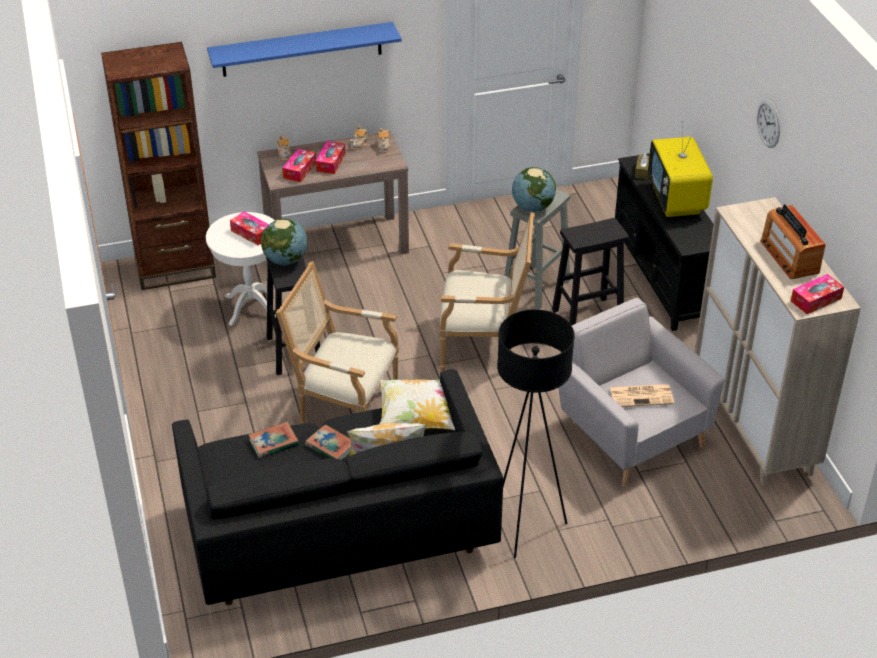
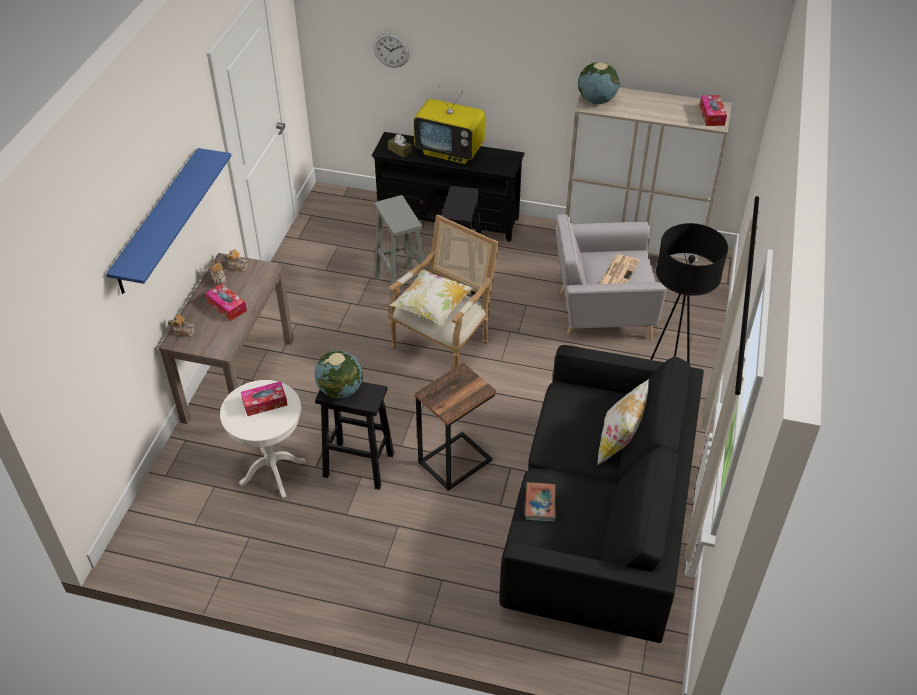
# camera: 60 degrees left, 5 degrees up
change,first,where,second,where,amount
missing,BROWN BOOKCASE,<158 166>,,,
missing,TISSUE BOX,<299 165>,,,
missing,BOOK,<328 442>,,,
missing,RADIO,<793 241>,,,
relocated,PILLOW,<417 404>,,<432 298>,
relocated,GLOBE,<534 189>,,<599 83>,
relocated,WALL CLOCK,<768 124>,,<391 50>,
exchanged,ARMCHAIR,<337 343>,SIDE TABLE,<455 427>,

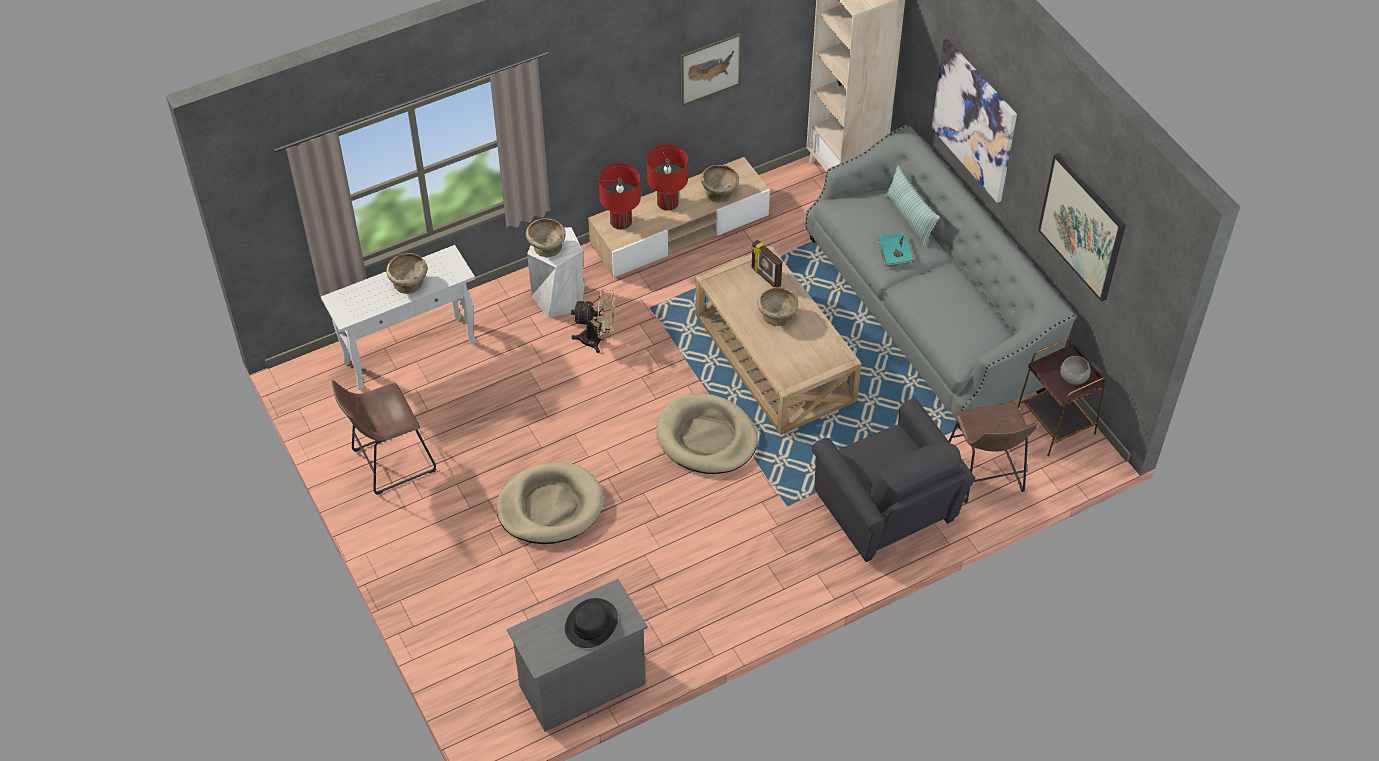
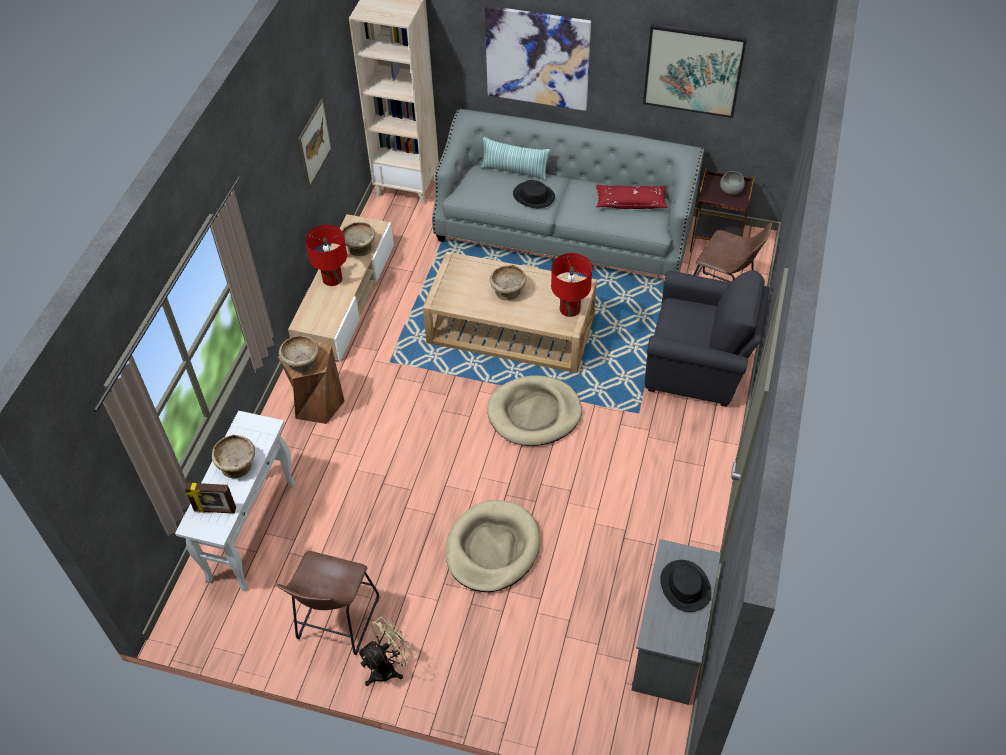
# camera: 45 degrees left, 0 degrees up
change,first,where,second,where,amount
appeared,,,RED PILLOW,<632 196>,
relocated,BEIGE FAN,<593 321>,,<386 650>,
relocated,RED TABLE LAMP,<620 196>,,<571 285>,
relocated,PICTURE FRAME,<766 263>,,<210 498>,
exchanged,TURQUOISE BOOK,<896 250>,BLACK HAT,<534 194>,
colour,WHITE STOOL,<556 272>,BROWN STOOL,<311 382>,

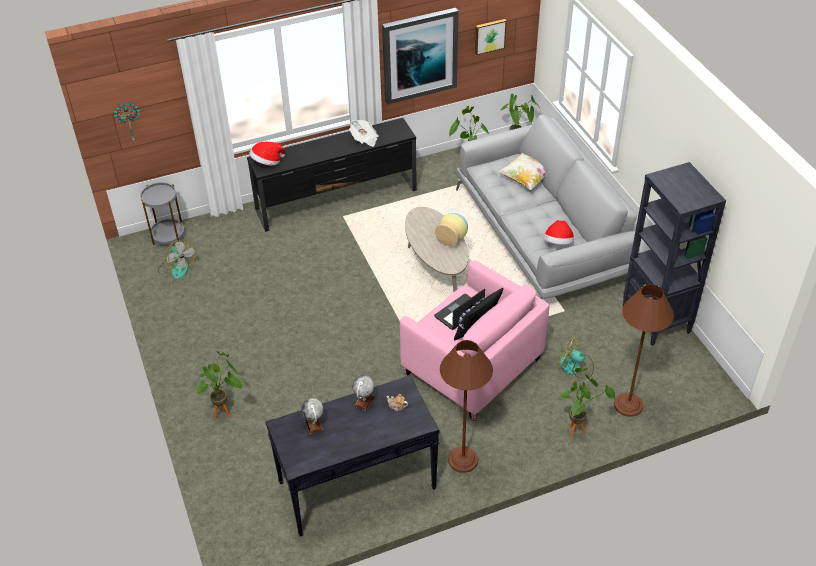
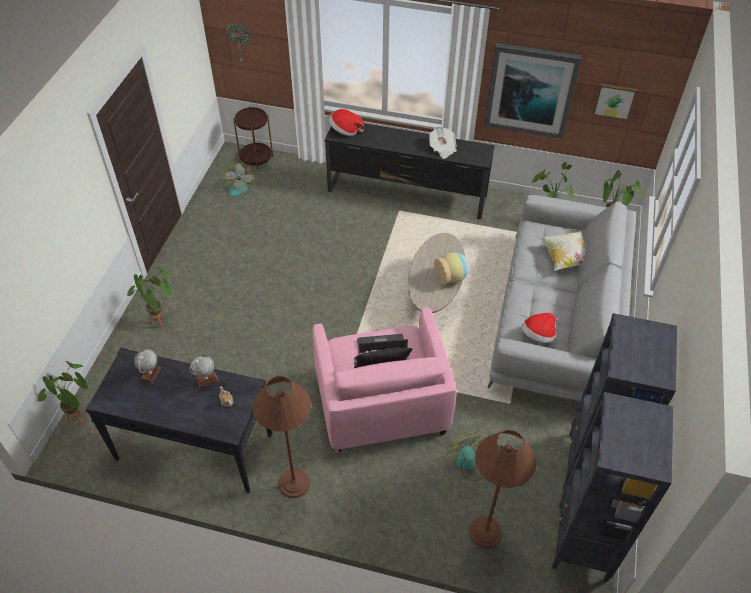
# camera: 35 degrees right, 5 degrees up
change,first,where,second,where,amount
appeared,,,BLACK BOOKCASE,<612 487>,
relocated,POTTED PLANT,<587 403>,,<63 393>,
colour,GREY SIDE TABLE,<162 213>,BROWN SIDE TABLE,<253 137>,

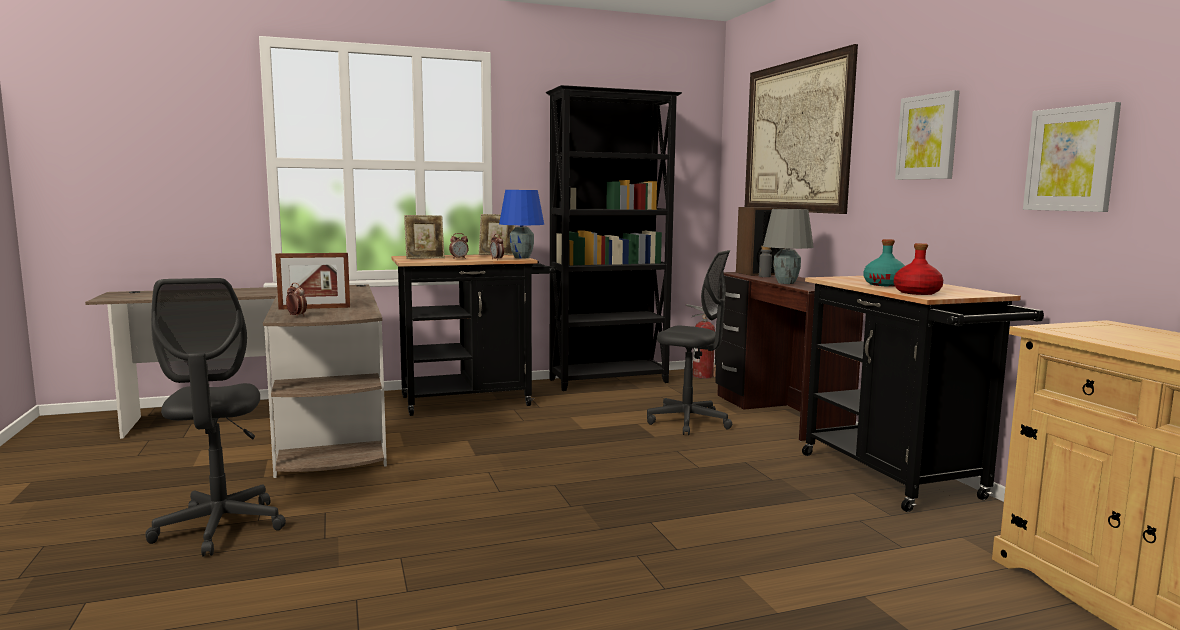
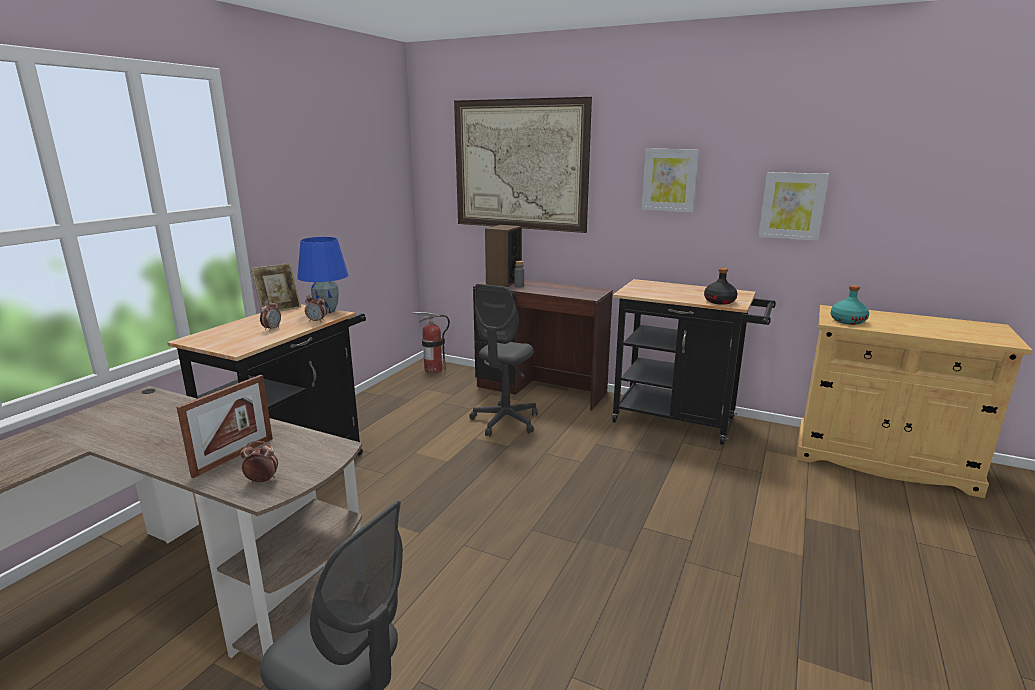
# camera: 45 degrees left, 10 degrees up
change,first,where,second,where,amount
missing,PICTURE FRAME,<424 237>,,,
missing,BLACK BOOKCASE,<614 238>,,,
missing,GREY TABLE LAMP,<788 246>,,,
relocated,TURQUOISE BOTTLE,<884 263>,,<850 305>,
colour,RED BOTTLE,<918 269>,BLACK BOTTLE,<721 286>,
spun,GREY OFFICE CHAIR,<689 342>,,<503 360>,135 degrees clockwise

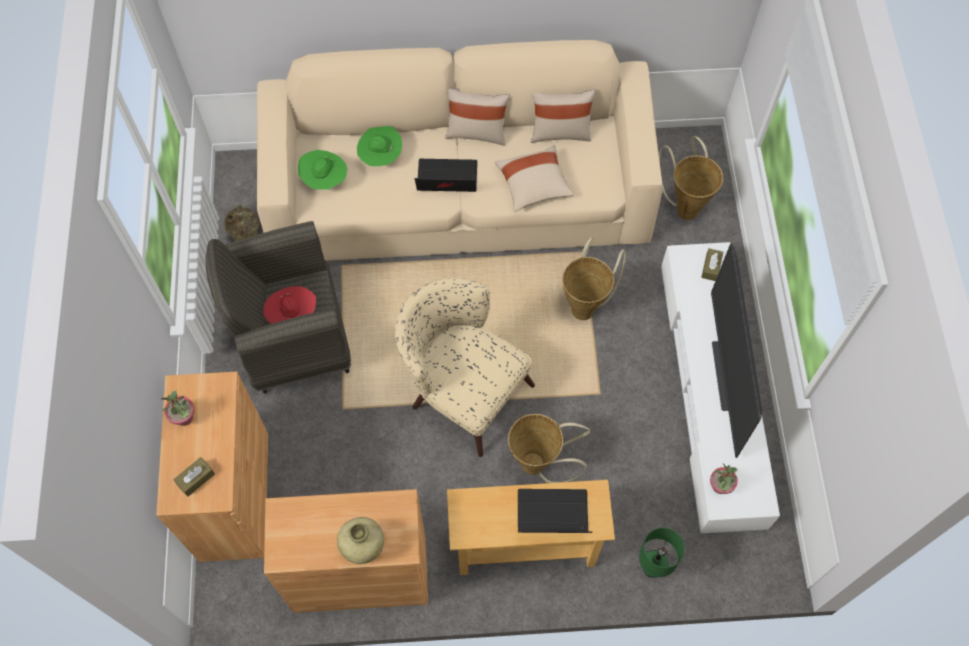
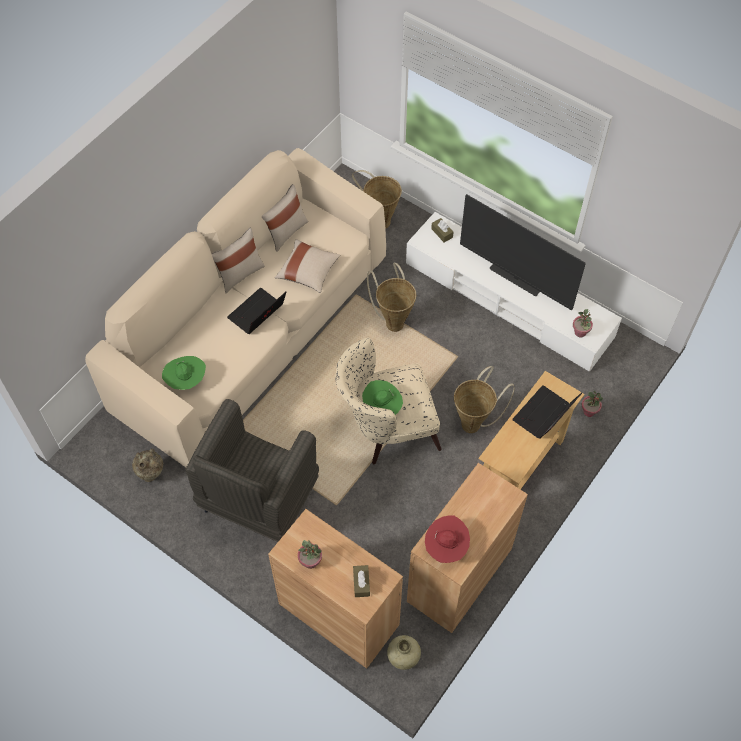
# camera: 50 degrees left, 5 degrees down
change,first,where,second,where,amount
relocated,RED HAT,<289 305>,,<447 539>,
relocated,BEIGE VASE,<360 540>,,<404 652>,
relocated,GREEN HAT,<379 146>,,<382 397>,
exchanged,GREEN TABLE LAMP,<662 553>,POTTED PLANT,<592 404>,

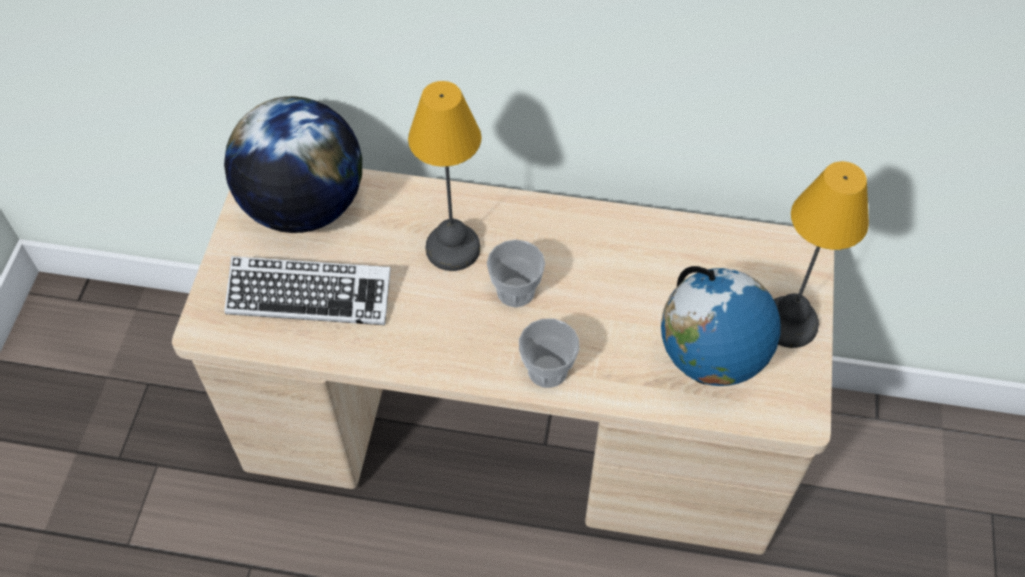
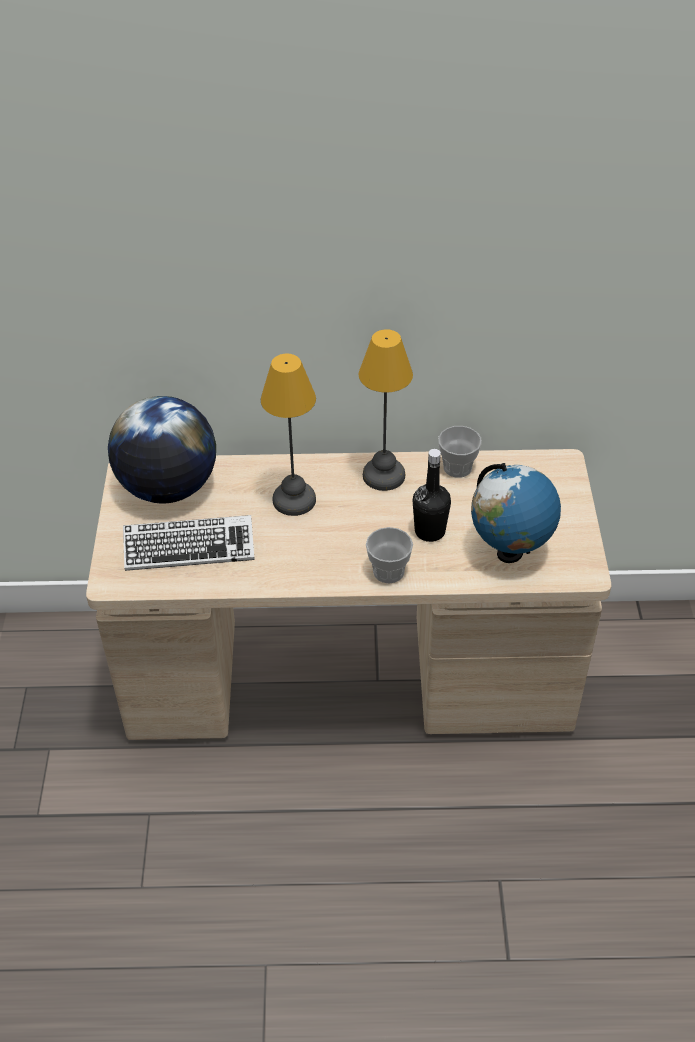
# camera: 10 degrees left, 10 degrees down
change,first,where,second,where,amount
appeared,,,BLACK BOTTLE,<432 495>,
relocated,CUP,<516 273>,,<460 452>,
relocated,TABLE LAMP,<821 254>,,<386 410>,

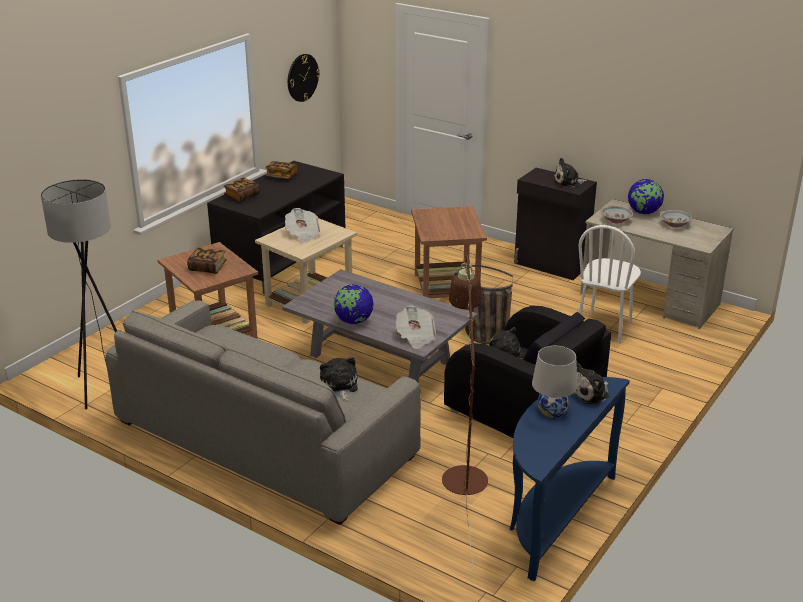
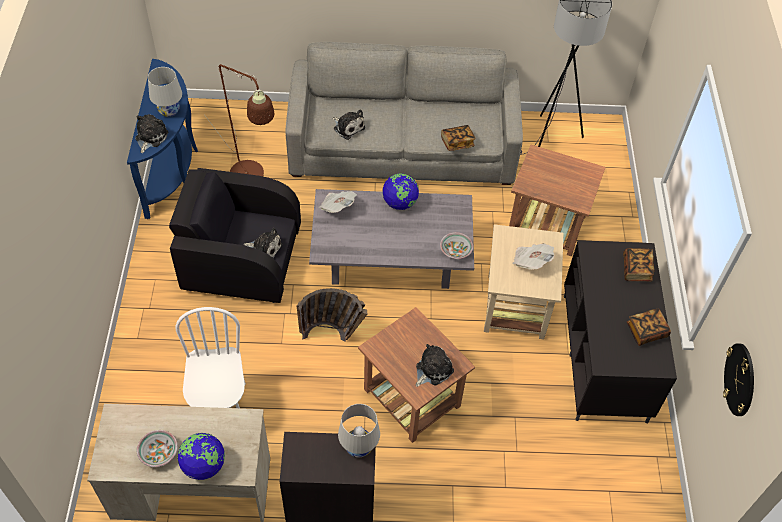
# camera: 145 degrees right, 25 degrees up
change,first,where,second,where,amount
appeared,,,WHITE TABLE LAMP,<359 430>,
relocated,BOOK,<207 260>,,<458 138>,
relocated,PLUSH TOY,<570 172>,,<435 365>,
relocated,BOWL,<617 215>,,<456 245>,

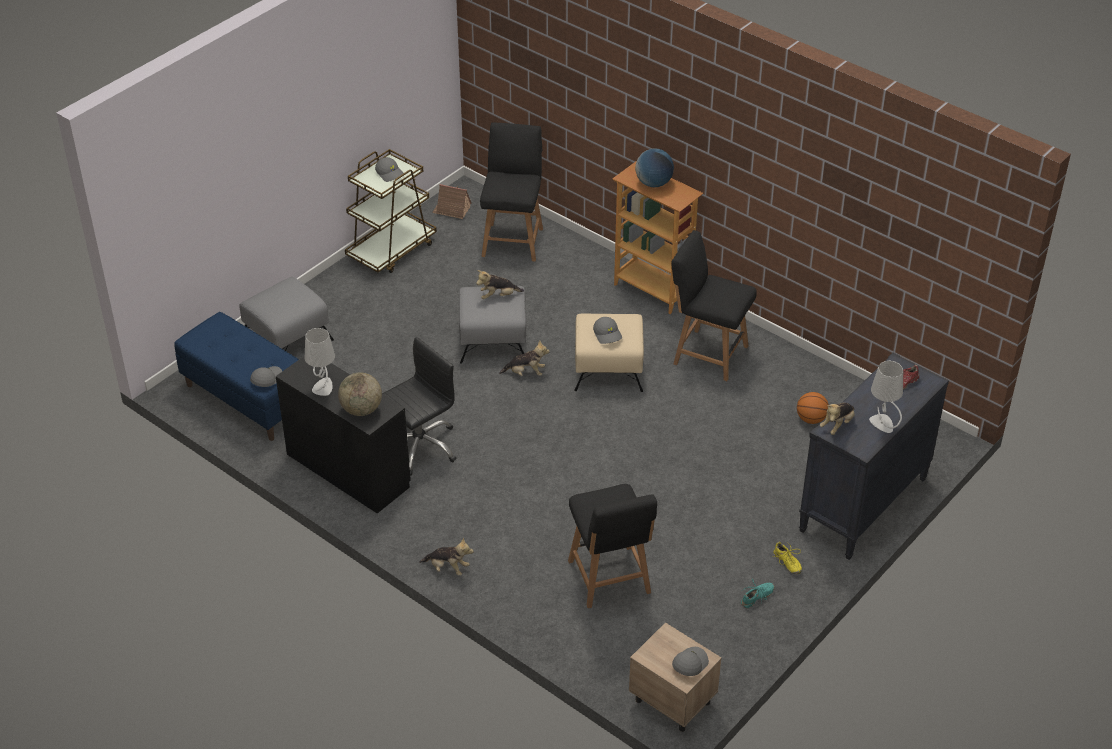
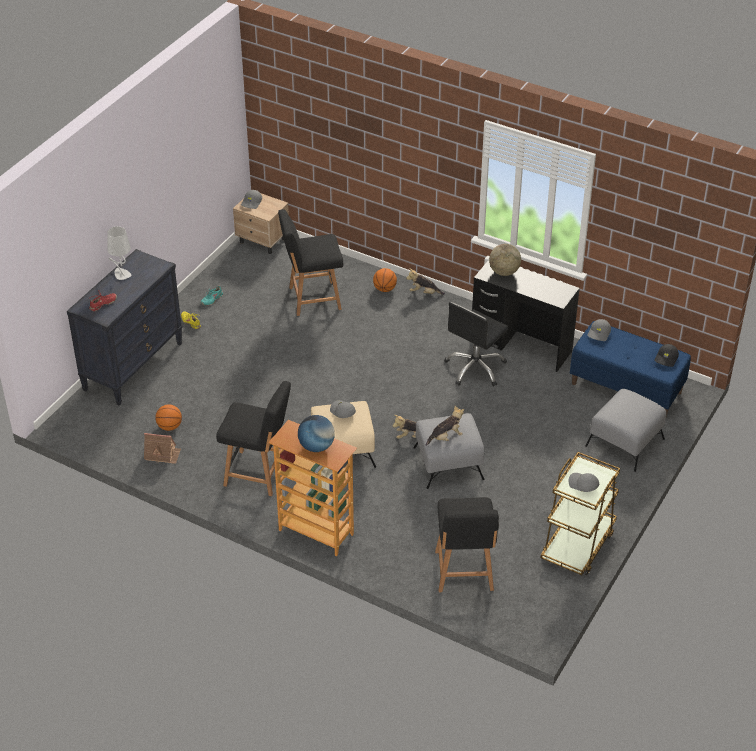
# camera: 170 degrees right, 0 degrees up
change,first,where,second,where,amount
missing,GREY TABLE LAMP,<320 362>,,,
missing,PLUSH TOY,<837 418>,,,
appeared,,,BASKETBALL,<385 280>,
appeared,,,BLACK CAP,<666 355>,
relocated,TOY HOUSE,<452 201>,,<162 448>,
spun,BLACK CHAIR,<612 546>,,<310 262>,75 degrees counterclockwise

